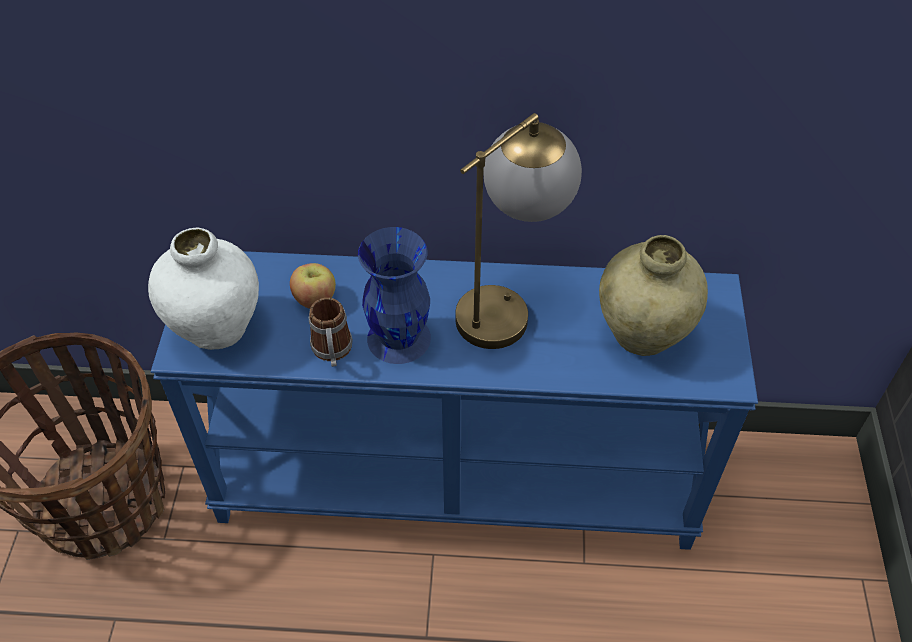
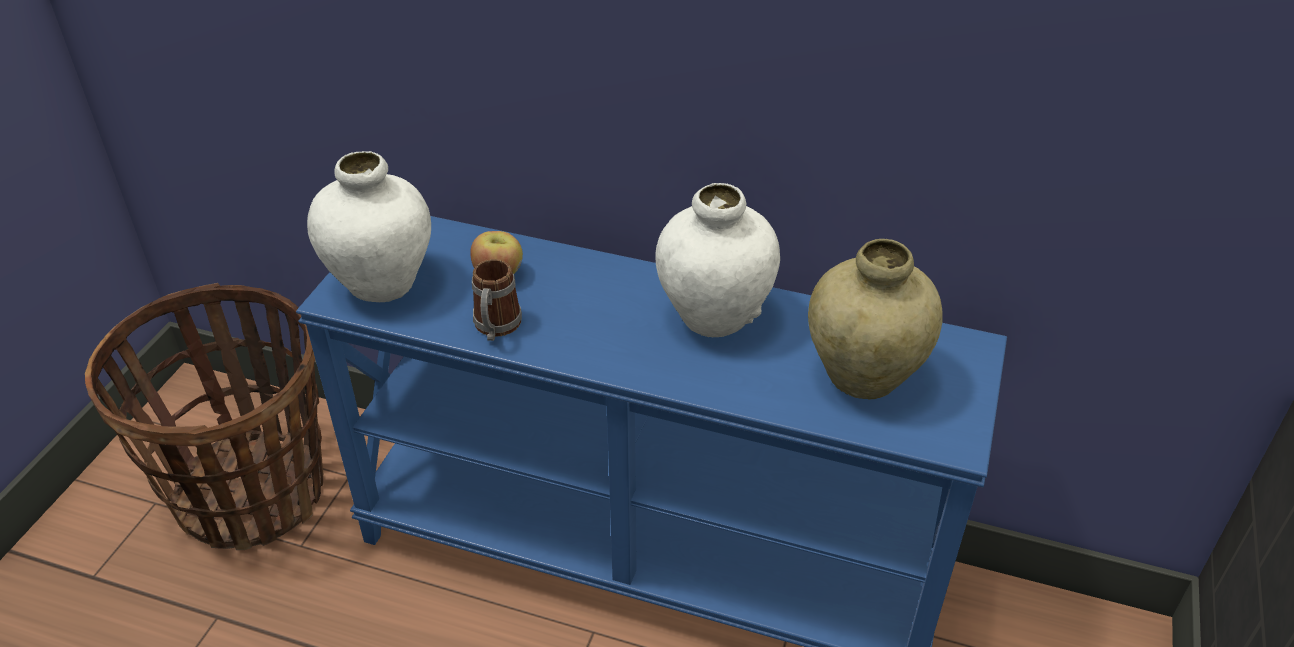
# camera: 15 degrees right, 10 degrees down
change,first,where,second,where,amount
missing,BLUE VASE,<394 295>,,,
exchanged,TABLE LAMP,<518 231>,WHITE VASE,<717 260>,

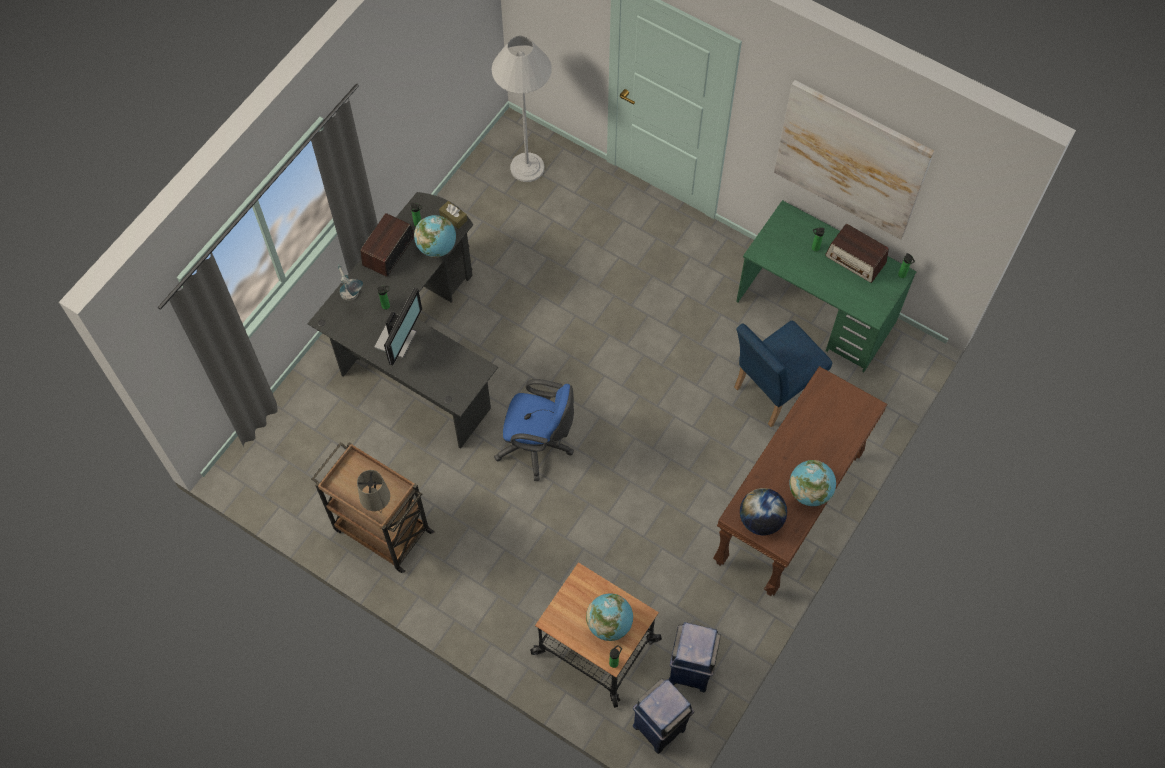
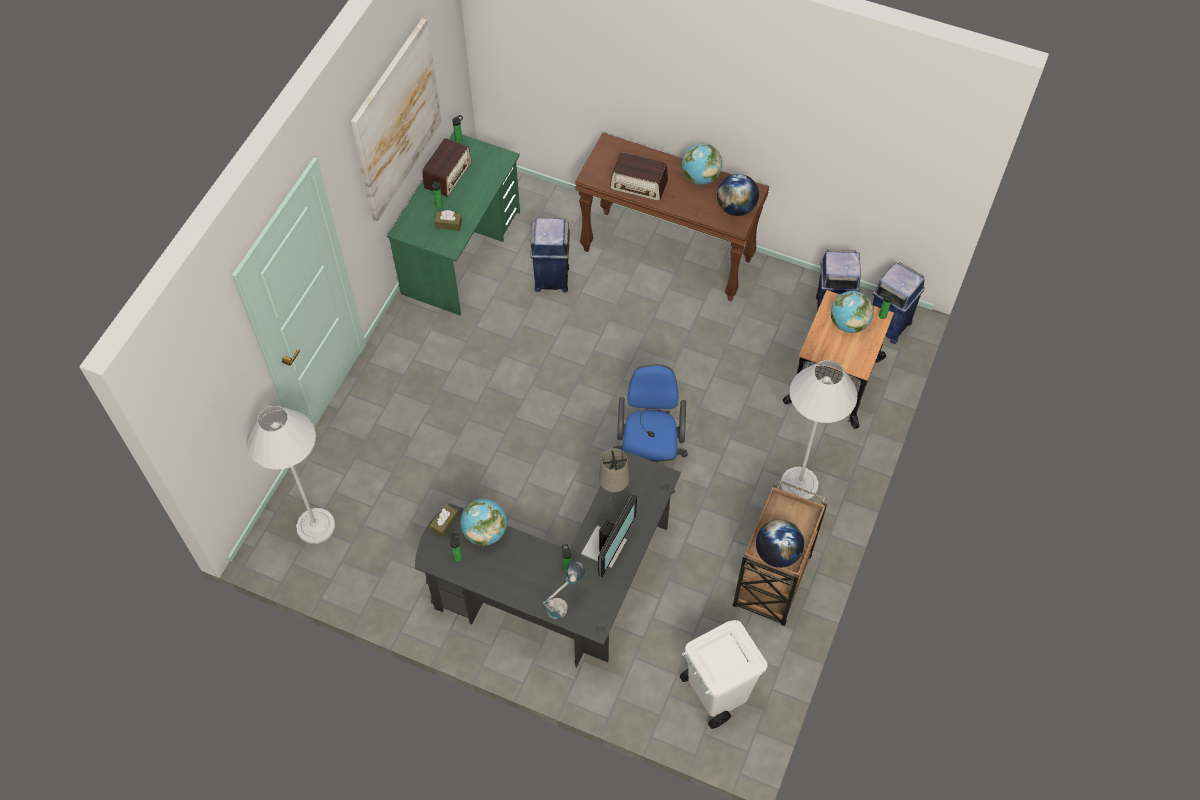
# camera: 100 degrees left, 5 degrees down
change,first,where,second,where,amount
appeared,,,BROWN TISSUE BOX,<448 220>,
appeared,,,WHITE TRASH CAN,<723 674>,
appeared,,,GLOBE,<780 543>,
appeared,,,WHITE FLOOR LAMP,<818 430>,
relocated,BEIGE TABLE LAMP,<373 492>,,<614 476>,
relocated,RADIO,<387 245>,,<639 176>,
exchanged,BLUE CHAIR,<783 374>,BLUE TRASH CAN,<550 255>,
spun,MONITOR,<398 327>,,<609 536>,105 degrees clockwise

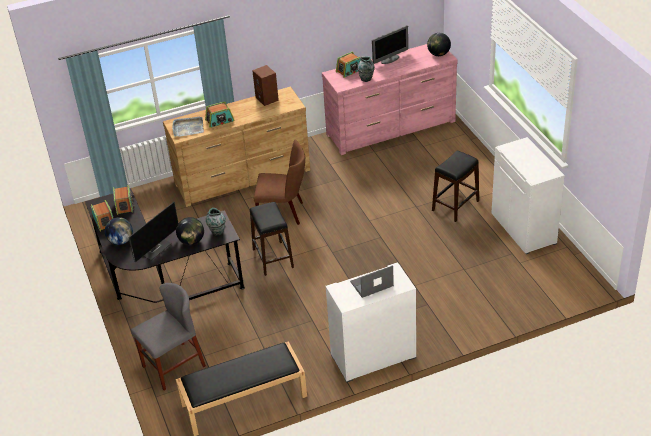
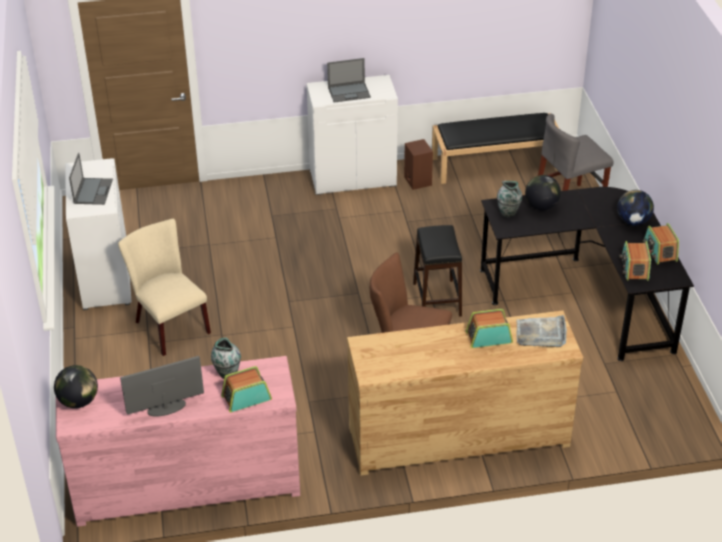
# camera: 170 degrees left, 0 degrees up
change,first,where,second,where,amount
missing,MONITOR,<153 232>,,,
appeared,,,LAPTOP,<91 179>,
relocated,BROWN SPEAKER,<265 85>,,<418 164>,
exchanged,BLACK STOOL,<455 186>,BEIGE CHAIR,<164 287>,

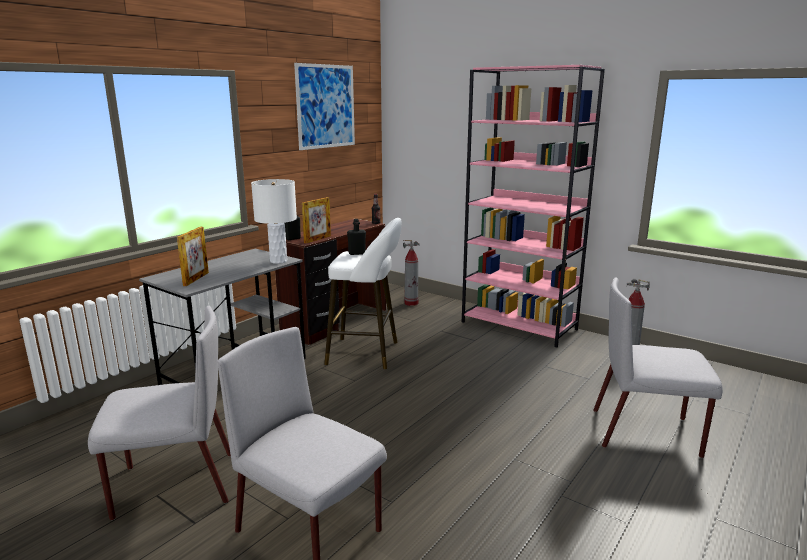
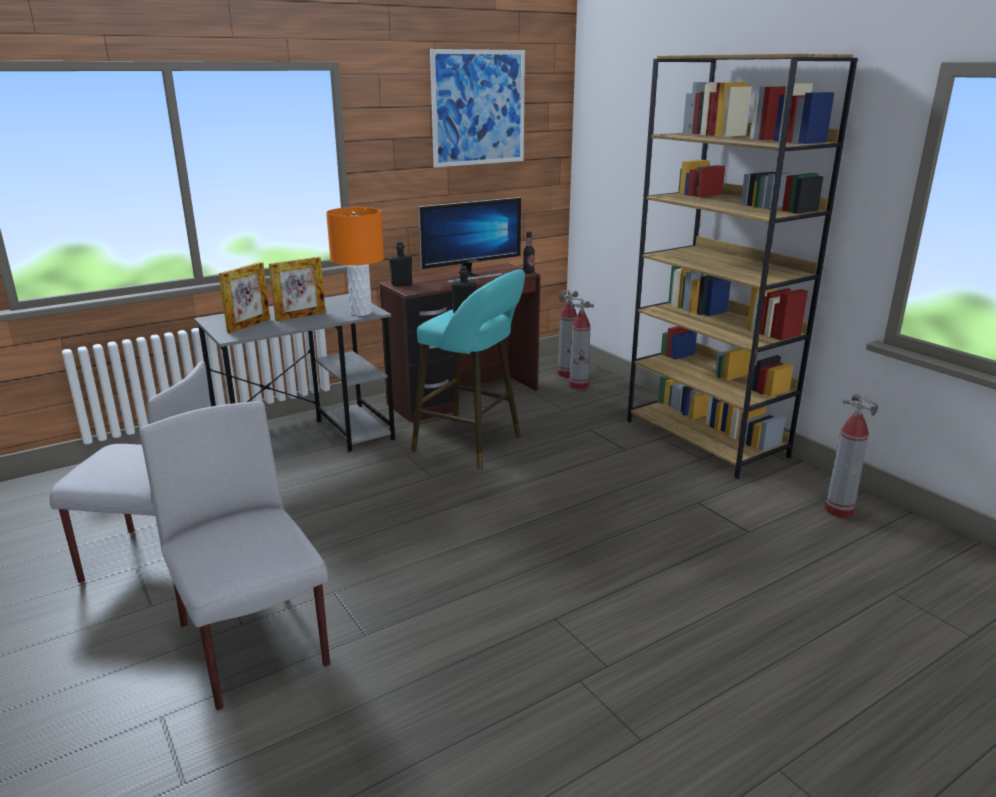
# camera: 20 degrees right, 5 degrees up
change,first,where,second,where,amount
missing,GREY CHAIR,<658 367>,,,
appeared,,,MONITOR,<469 240>,
appeared,,,FIRE EXTINGUISHER,<567 333>,
relocated,PICTURE FRAME,<316 220>,,<297 289>,
colour,WHITE TABLE LAMP,<274 221>,ORANGE TABLE LAMP,<355 261>,
colour,WHITE STOOL,<363 293>,TURQUOISE STOOL,<468 369>,
colour,PINK BOOKCASE,<533 206>,BROWN BOOKCASE,<742 266>,

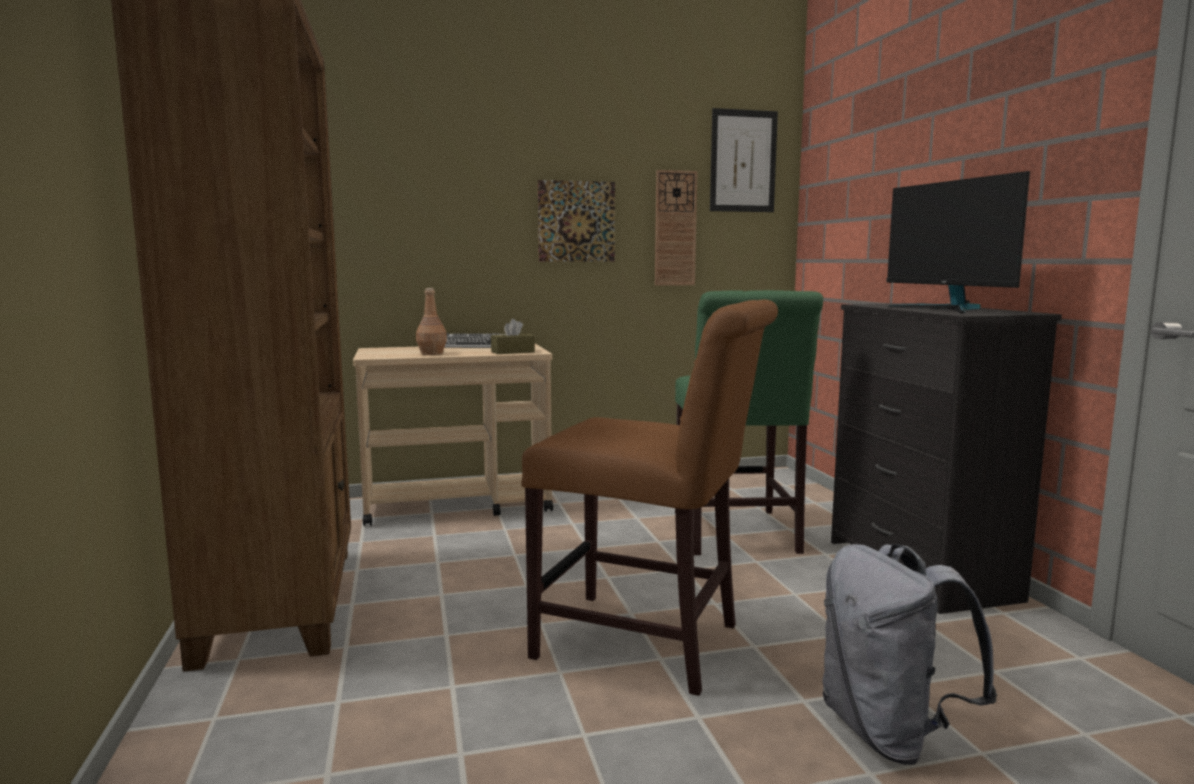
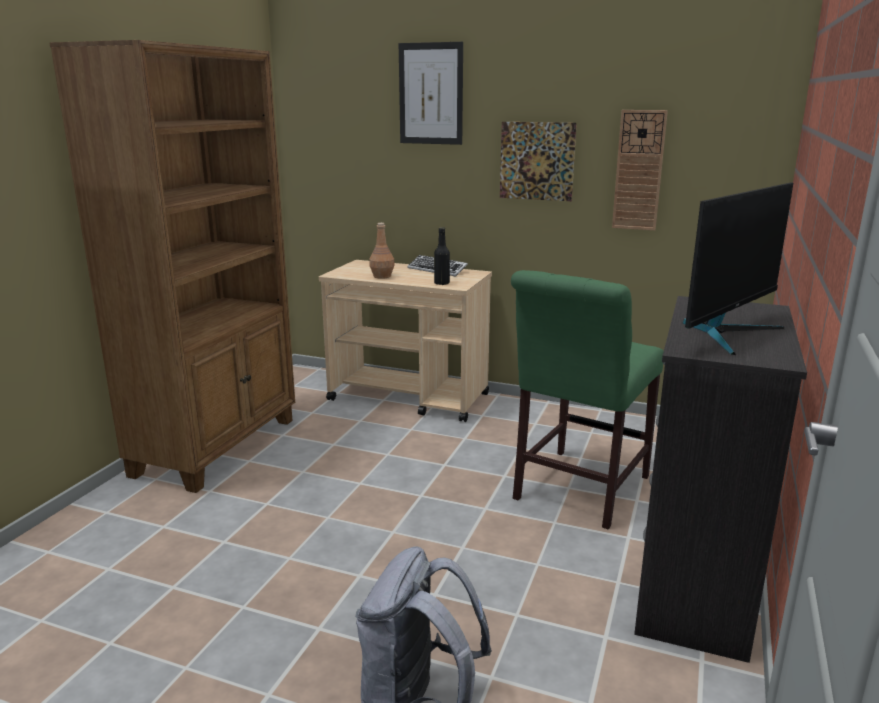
# camera: 35 degrees right, 10 degrees up
change,first,where,second,where,amount
missing,BROWN CHAIR,<649 498>,,,
relocated,PICTURE,<744 160>,,<431 93>,
exchanged,BROWN TISSUE BOX,<513 336>,BLACK BOTTLE,<442 256>,
spun,MONITOR,<958 242>,,<738 269>,150 degrees counterclockwise

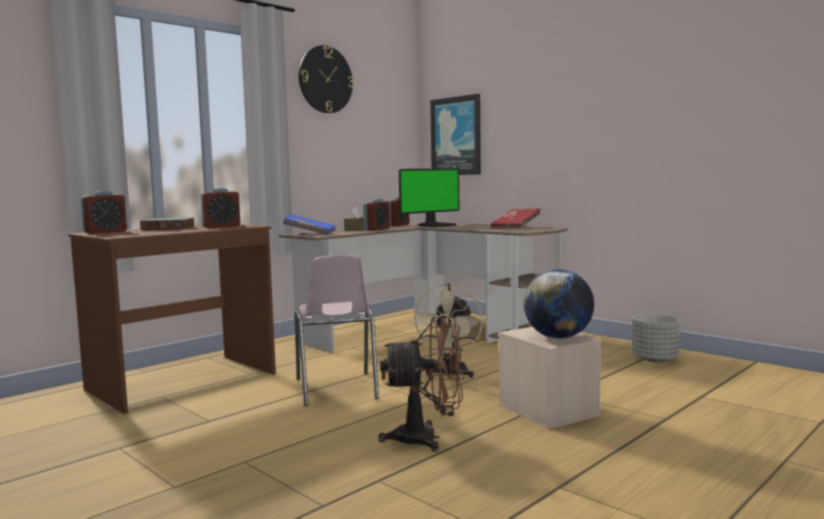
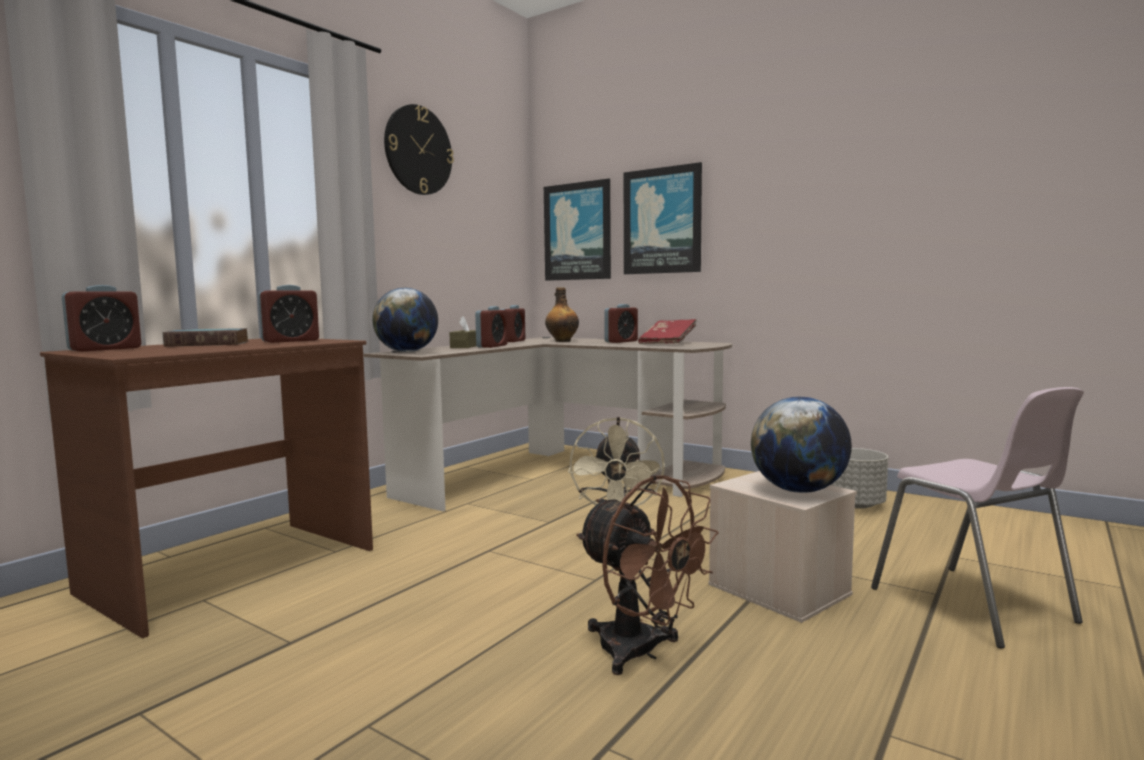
# camera: 10 degrees left, 0 degrees up
change,first,where,second,where,amount
appeared,,,ALARM CLOCK,<621 323>,
appeared,,,PICTURE,<663 218>,
relocated,PINK CHAIR,<336 330>,,<977 517>,
exchanged,BLUE BOOK,<309 224>,GLOBE,<405 320>,
exchanged,MONITOR,<429 197>,BOTTLE,<562 314>,
spun,BROWN FAN,<421 384>,,<647 575>,60 degrees clockwise

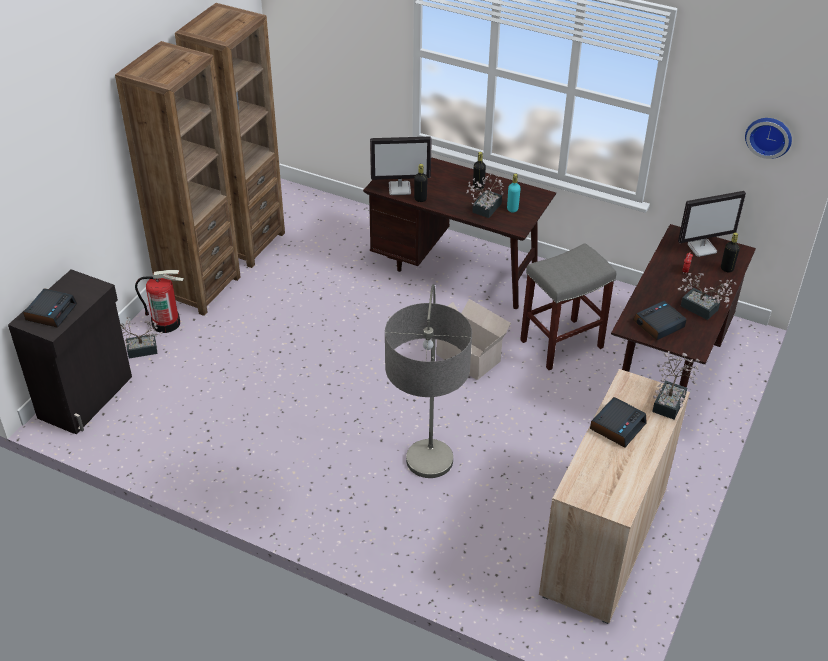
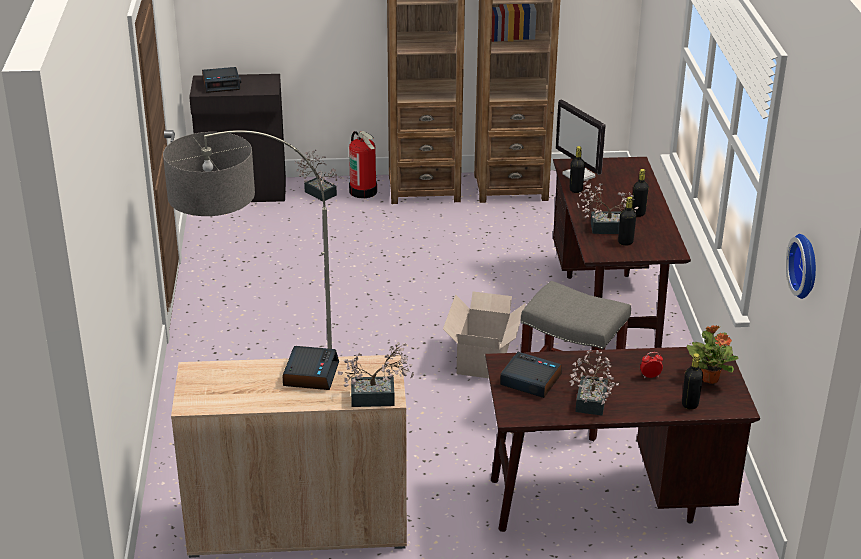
# camera: 60 degrees right, 10 degrees down
change,first,where,second,where,amount
exchanged,MONITOR,<712 224>,POTTED PLANT,<712 354>,
colour,TURQUOISE BOTTLE,<514 193>,BLACK BOTTLE,<627 221>,
spun,ALARM CLOCK,<618 422>,,<310 368>,90 degrees counterclockwise

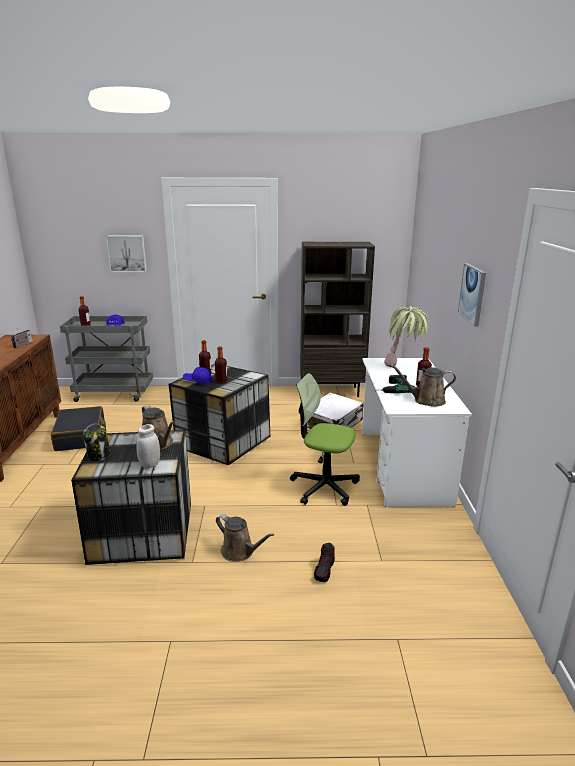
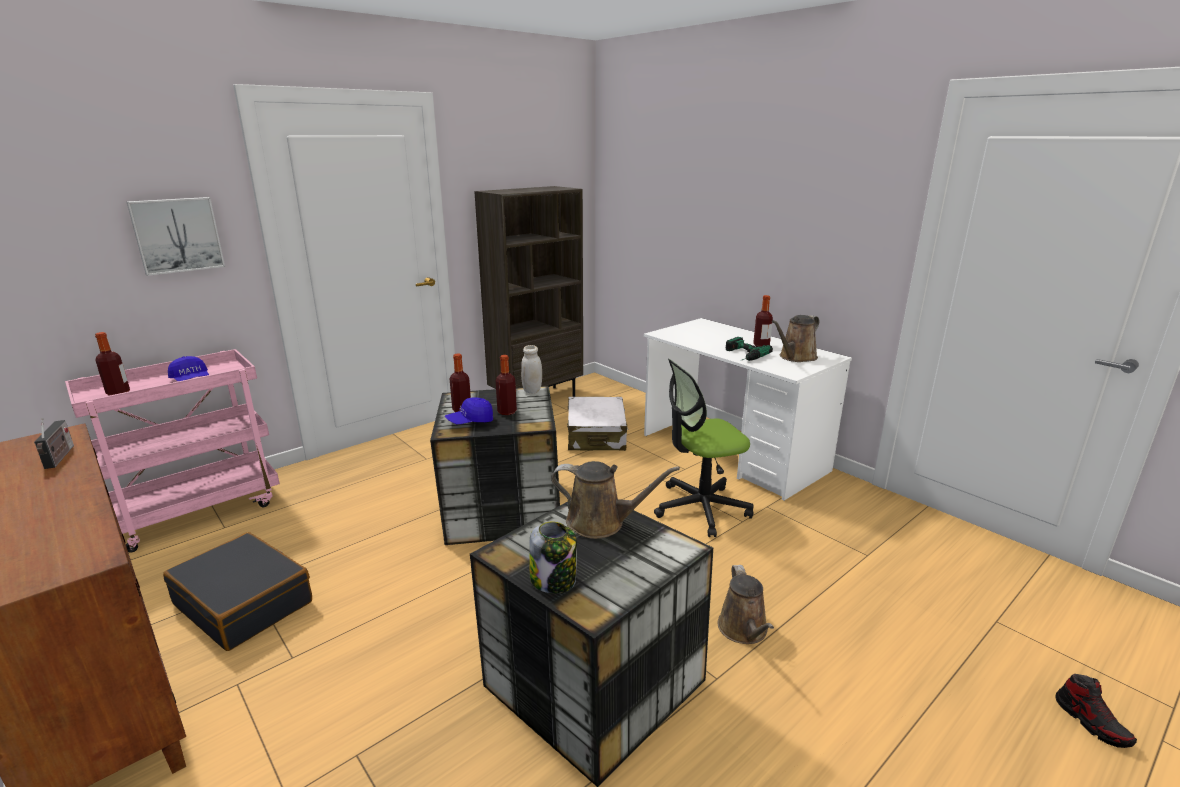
# camera: 40 degrees left, 0 degrees up
change,first,where,second,where,amount
missing,POTTED PLANT,<406 336>,,,
missing,PICTURE,<472 295>,,,
relocated,WHITE JAR,<148 446>,,<531 369>,
relocated,SHOE,<324 562>,,<1096 711>,
colour,GREY CART,<106 359>,PINK CART,<172 451>,
spun,BROWN WATERING CAN,<245 538>,,<746 604>,90 degrees clockwise

